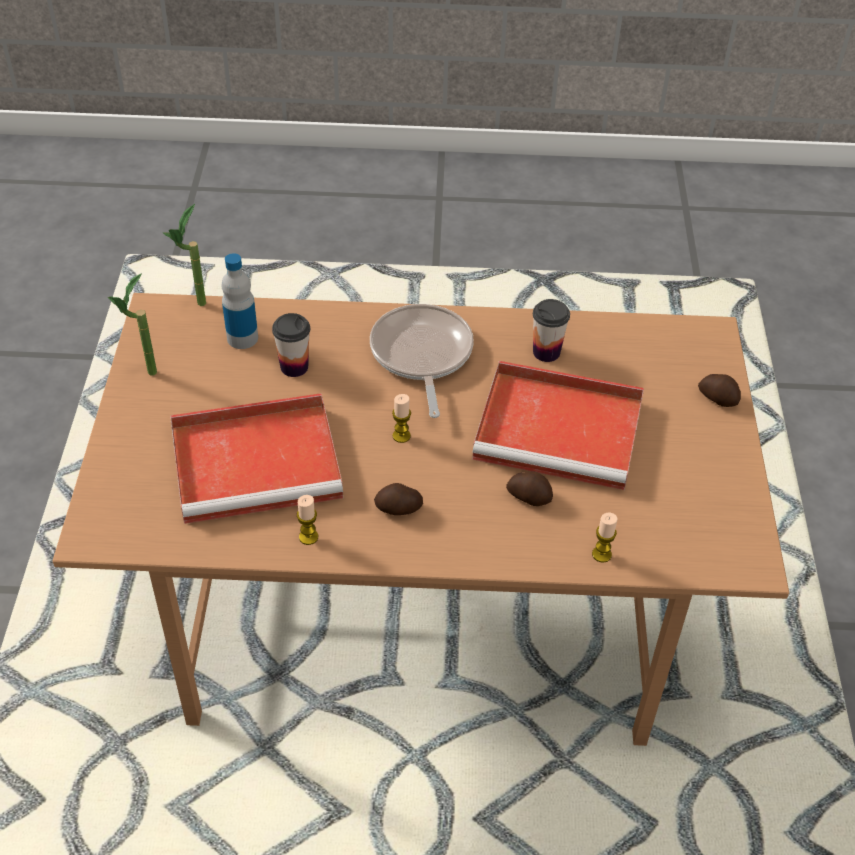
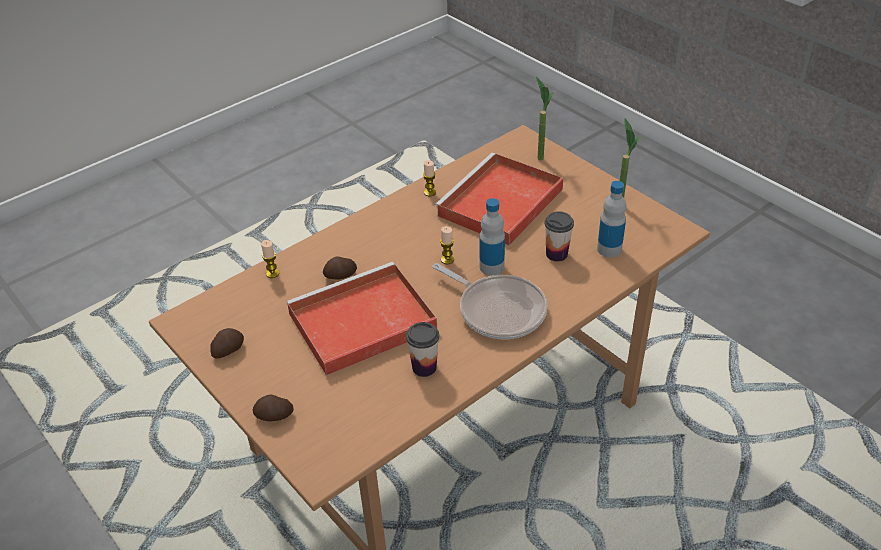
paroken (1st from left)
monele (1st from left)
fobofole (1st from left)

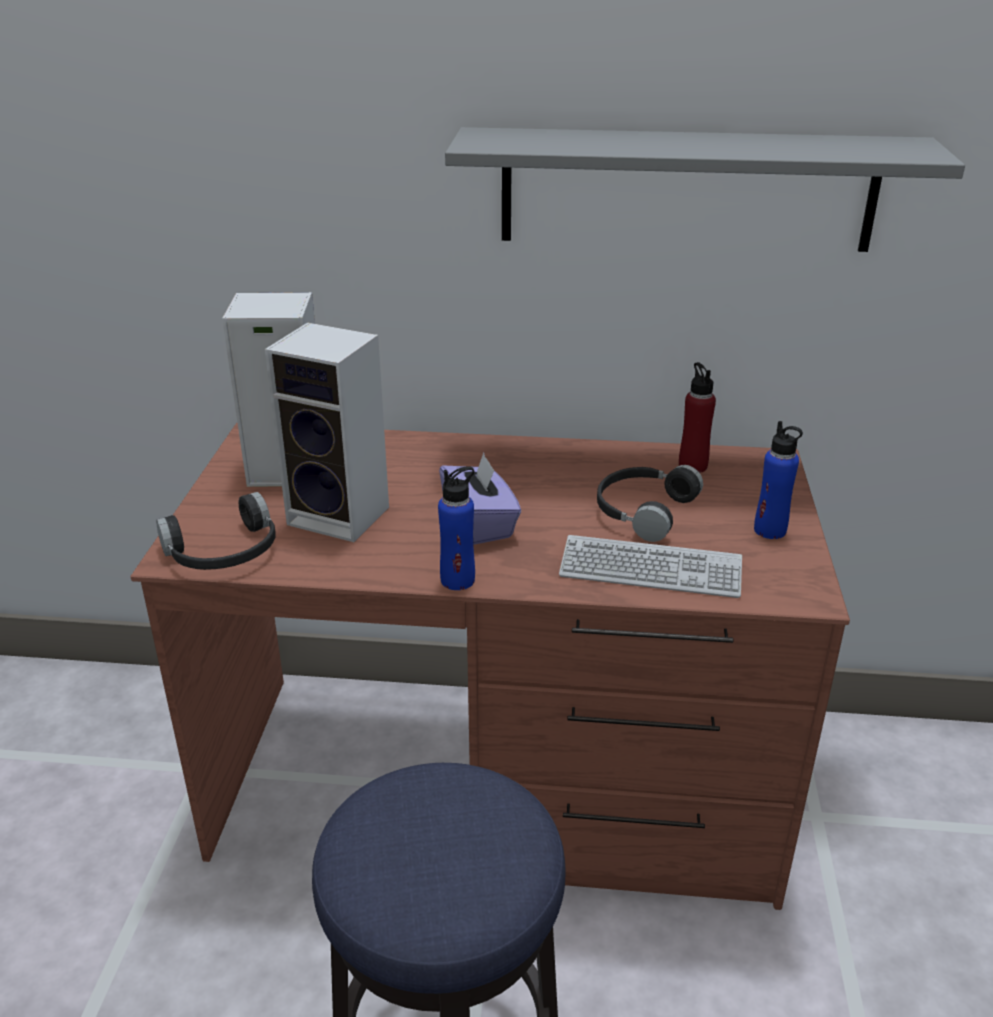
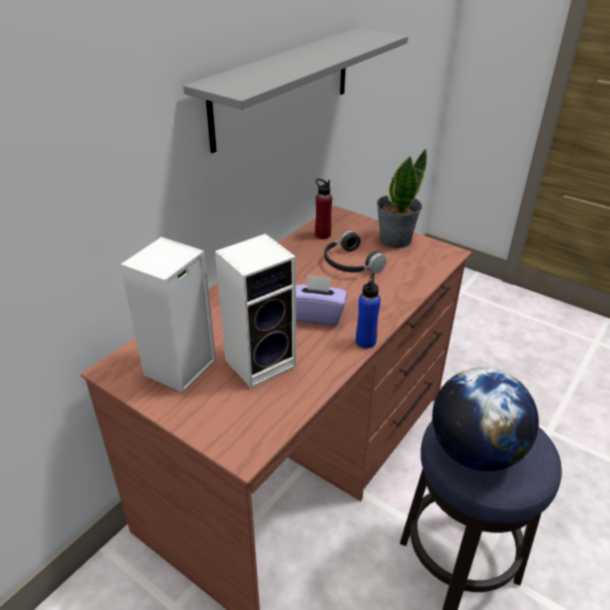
fobofole
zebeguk
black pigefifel (1st from left in the first image)
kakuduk

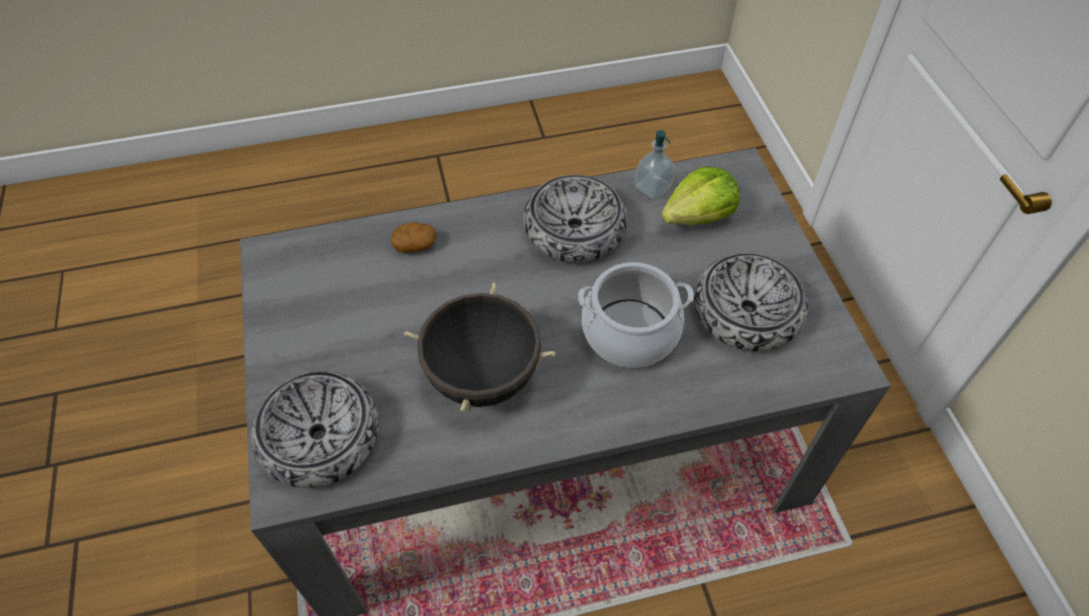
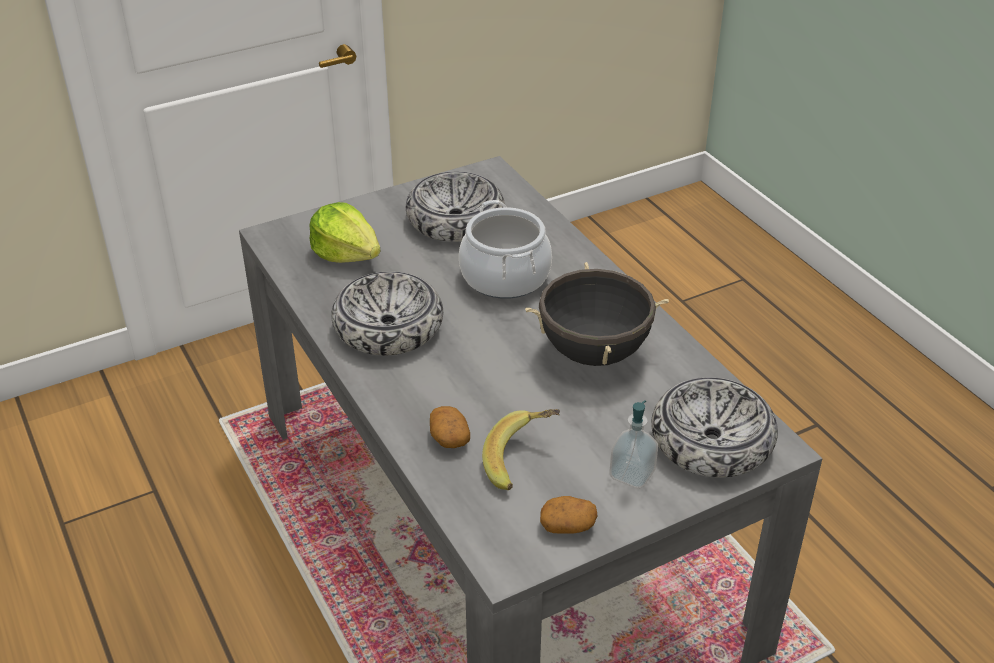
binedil
paroken (2nd from left)
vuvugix

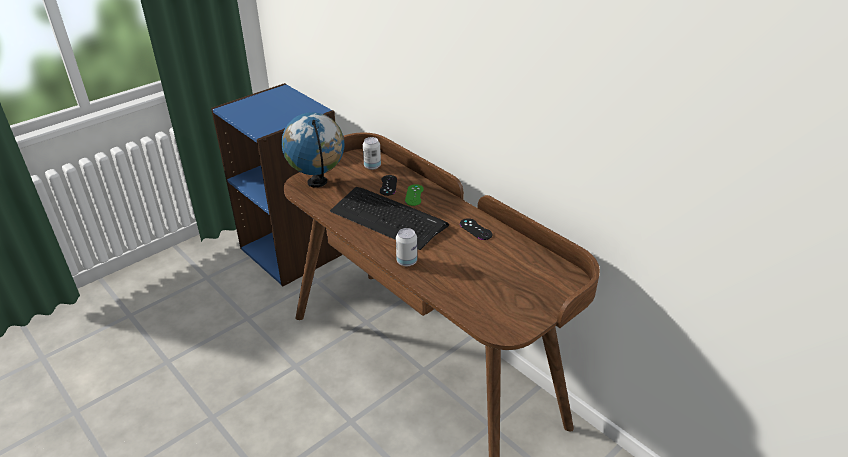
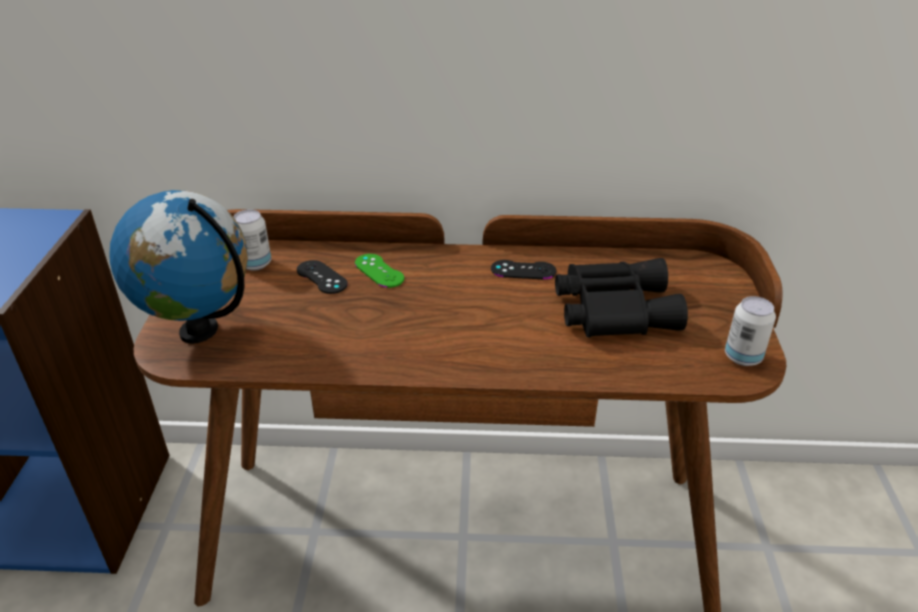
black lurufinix
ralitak (2nd from left)
kakuduk

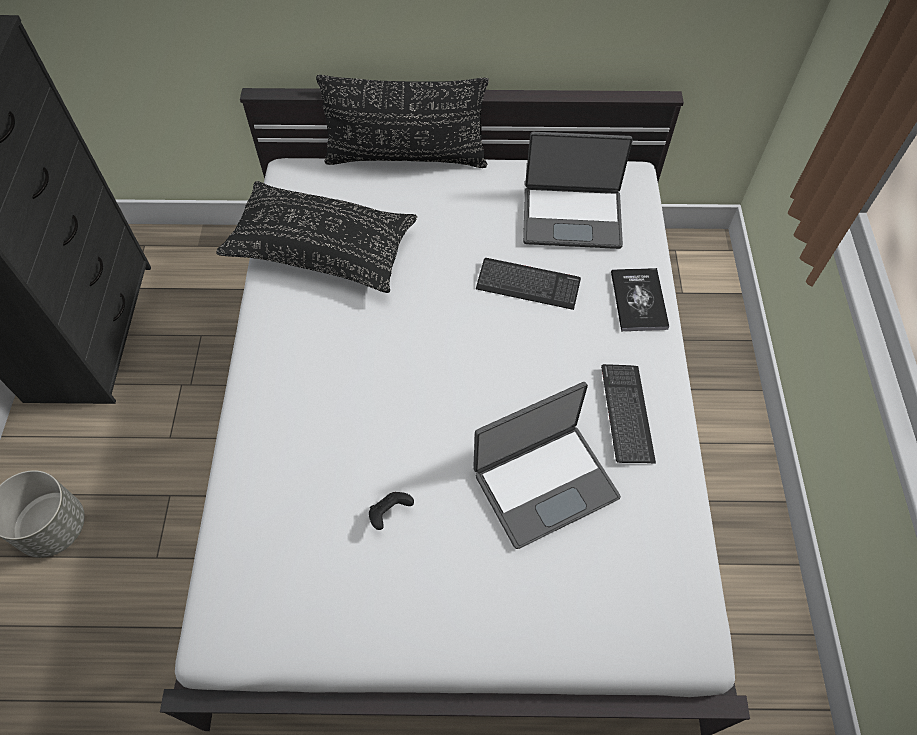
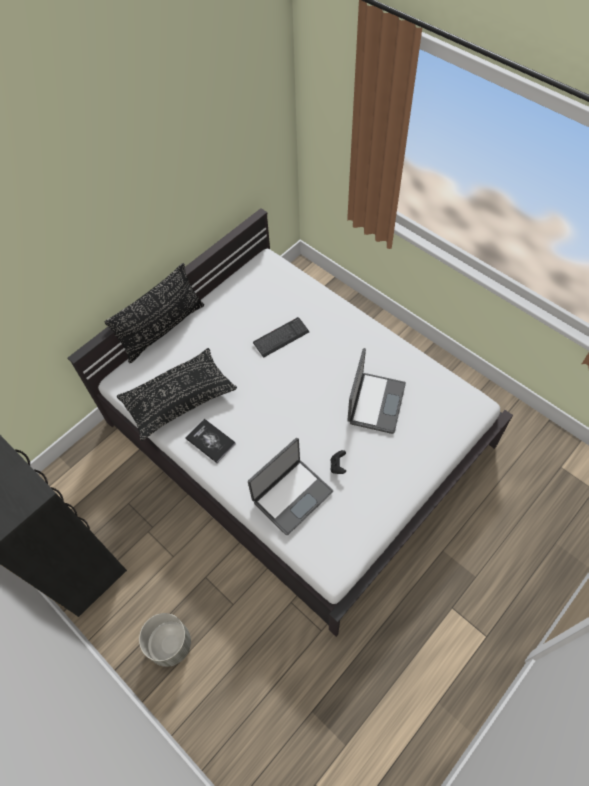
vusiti
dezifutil (1st from left)
kakuduk (2nd from left in the first image)

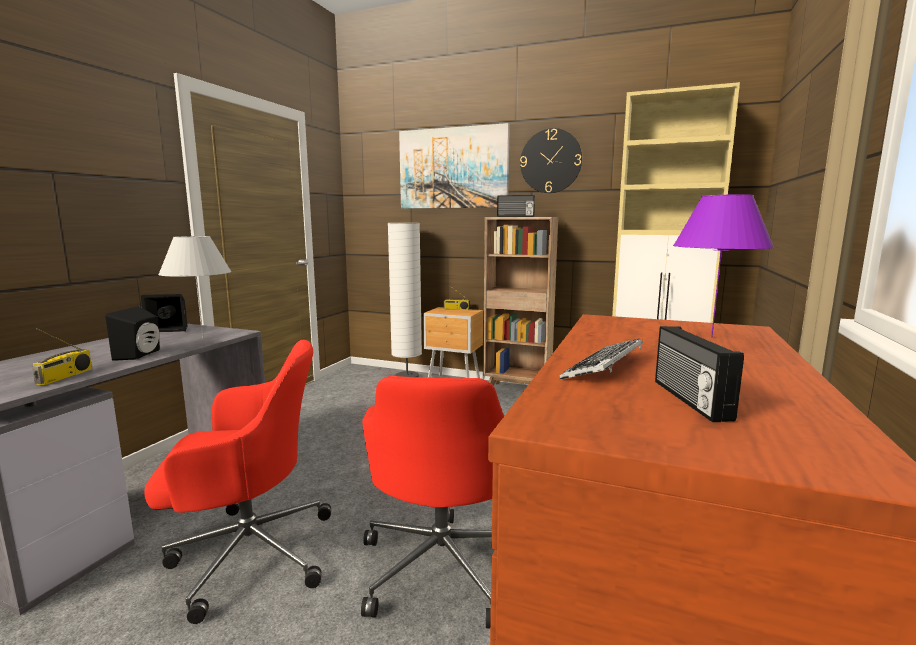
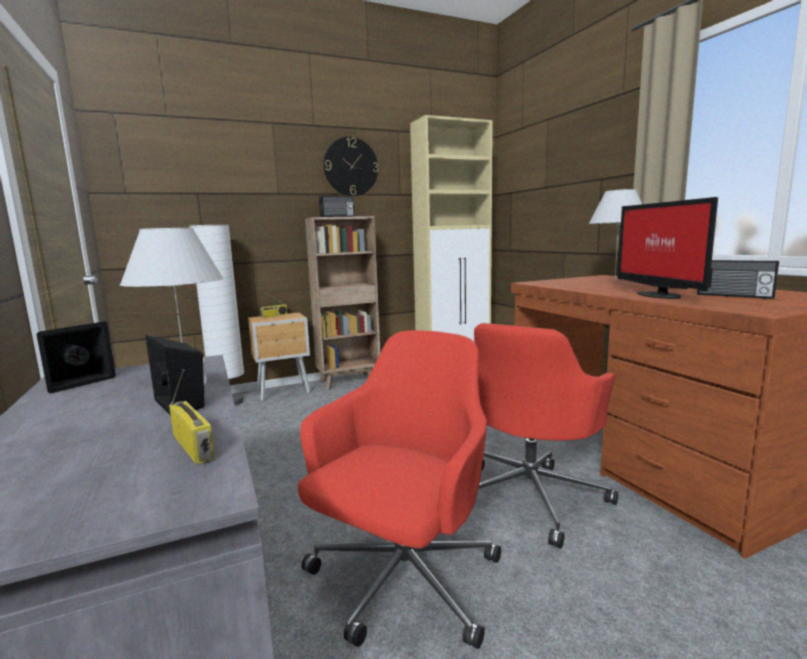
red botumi (2nd from left)
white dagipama (2nd from left)
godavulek
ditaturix

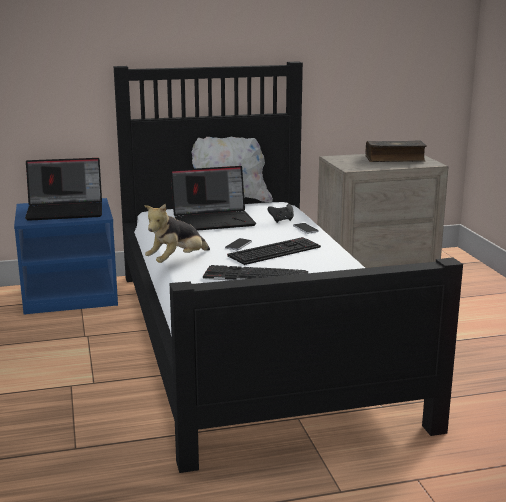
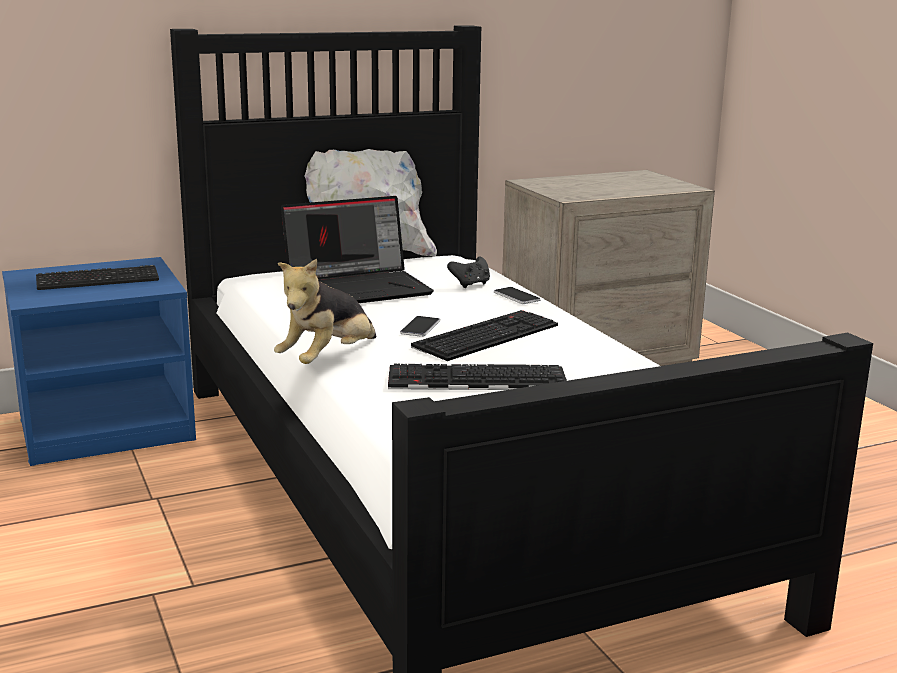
kakuduk (1st from left)
vusiti

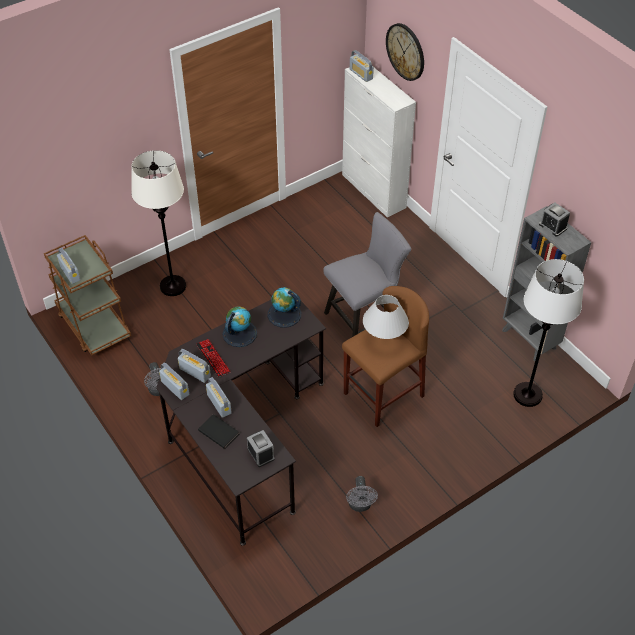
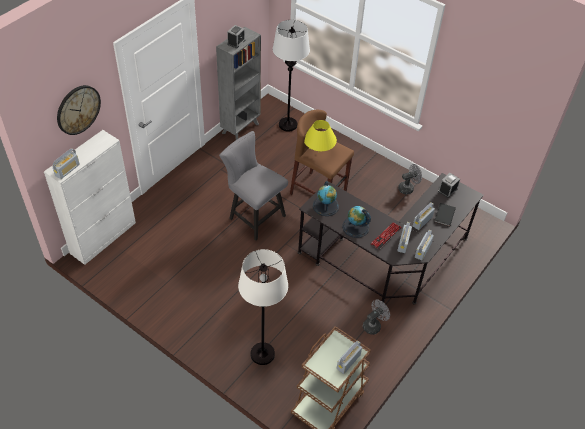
yellow dagipama

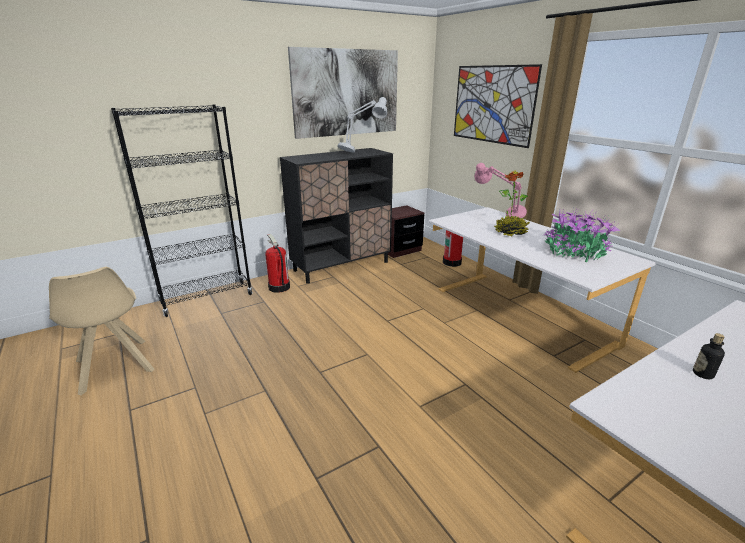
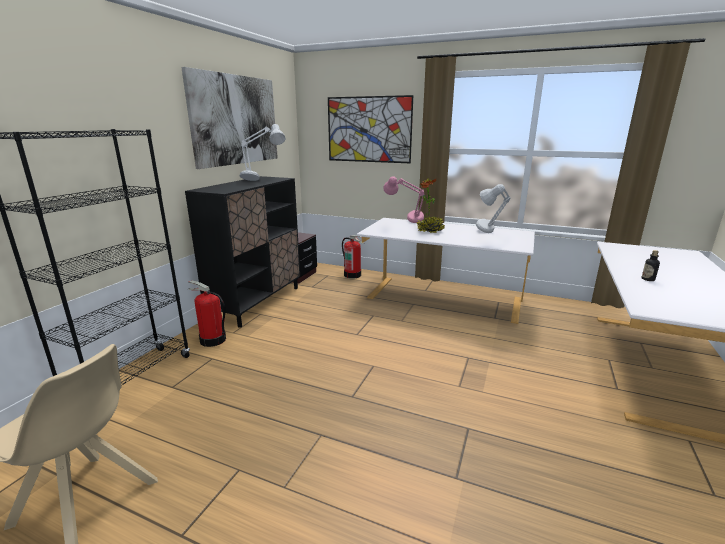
grey dagipama (2nd from left)

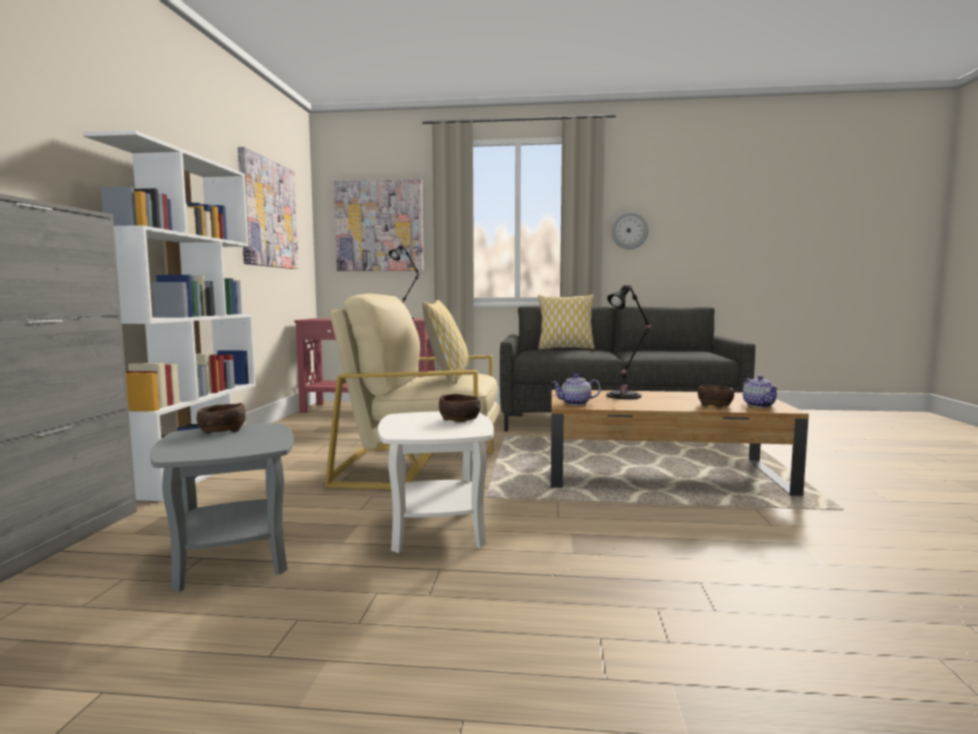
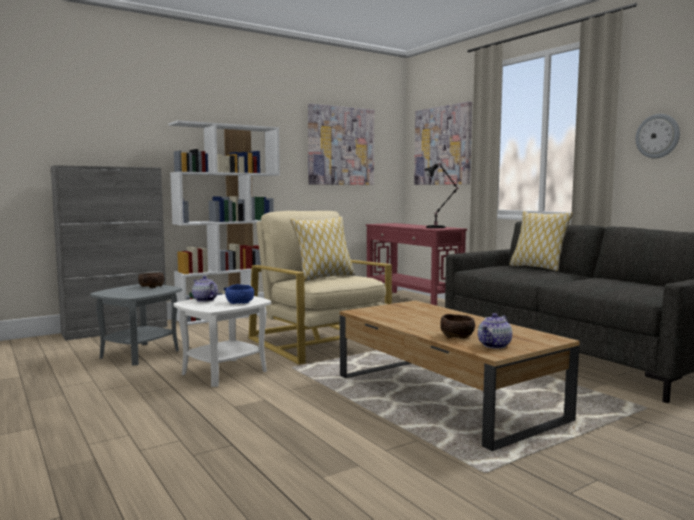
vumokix (1st from left)
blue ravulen
black dagipama (2nd from left in the first image)

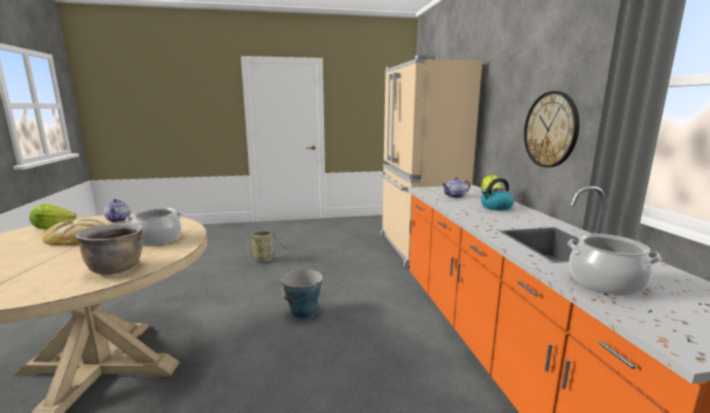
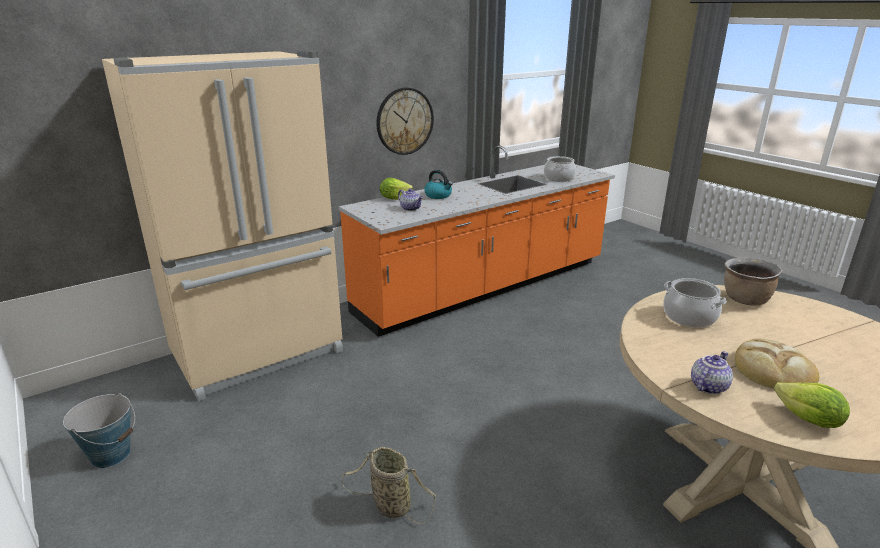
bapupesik

